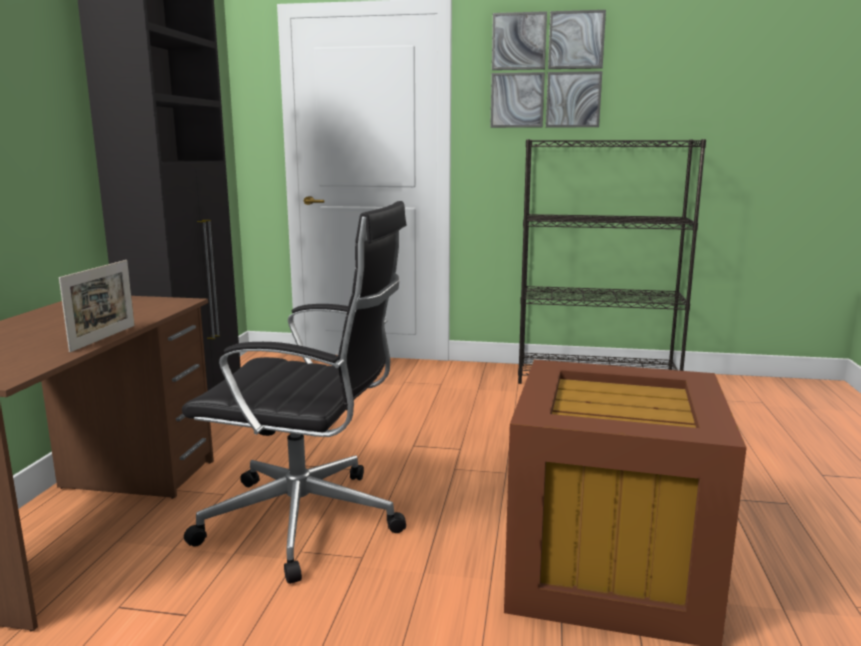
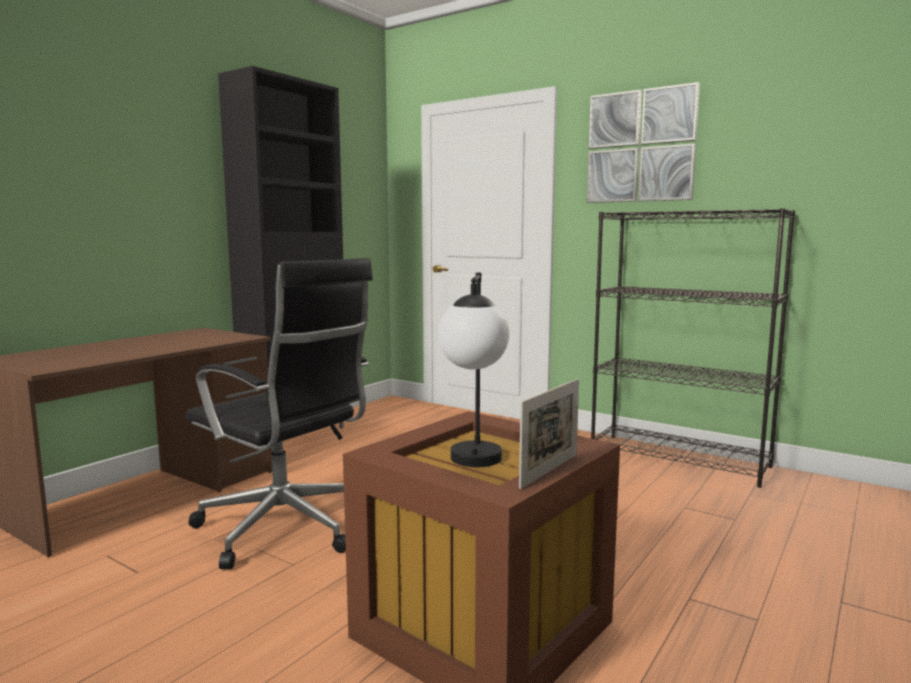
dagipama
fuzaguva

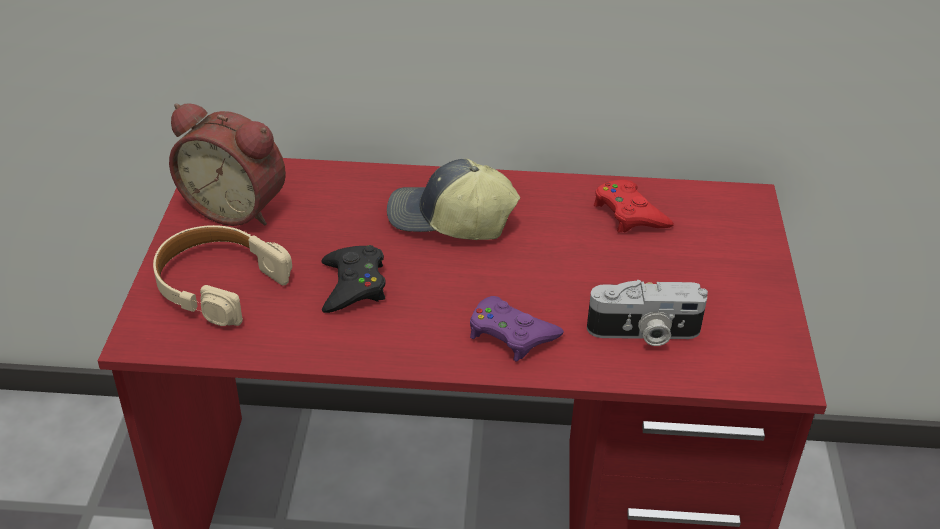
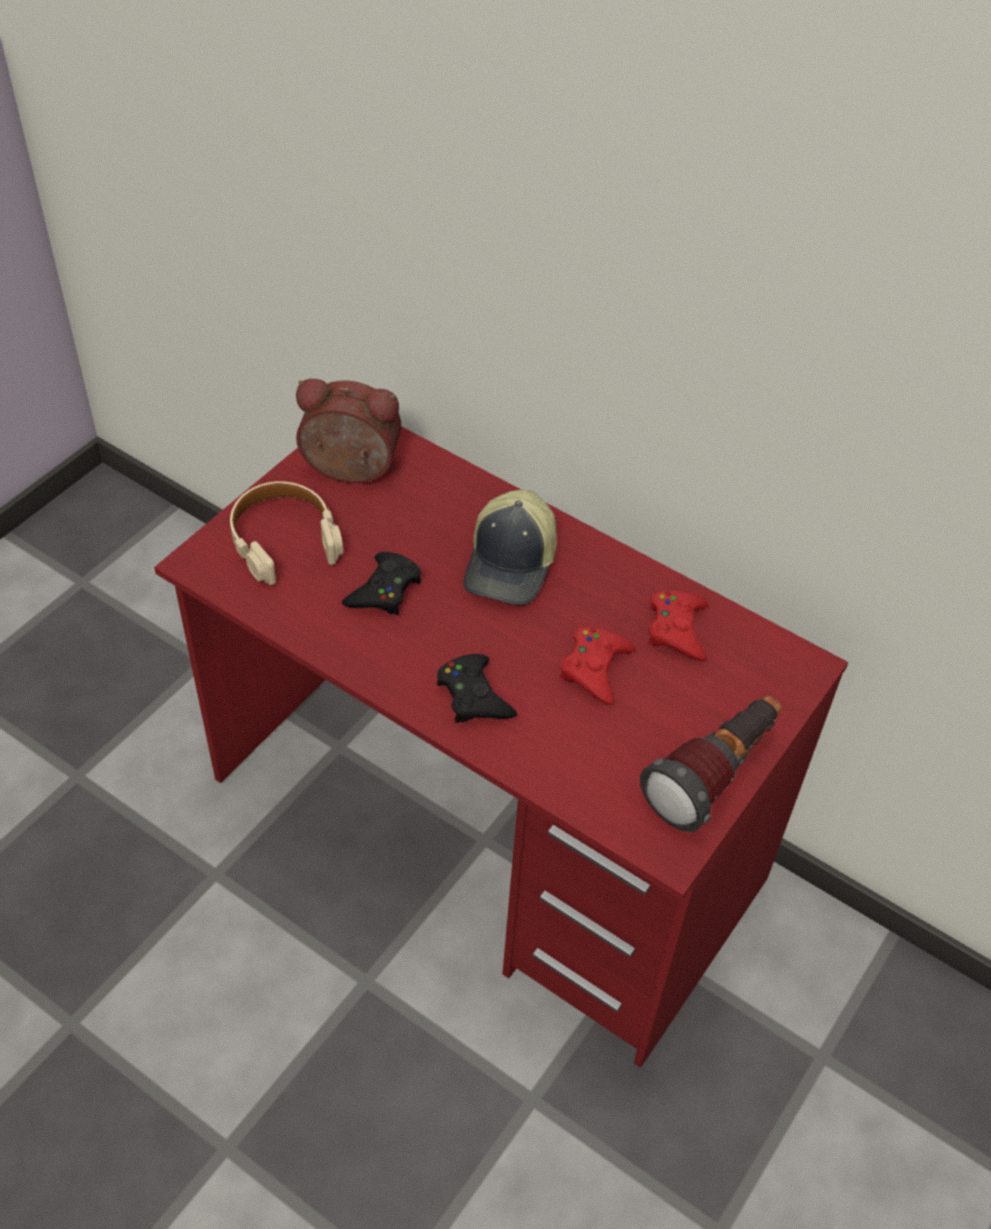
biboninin
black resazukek (2nd from left)
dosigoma
red resazukek (1st from left)
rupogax
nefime

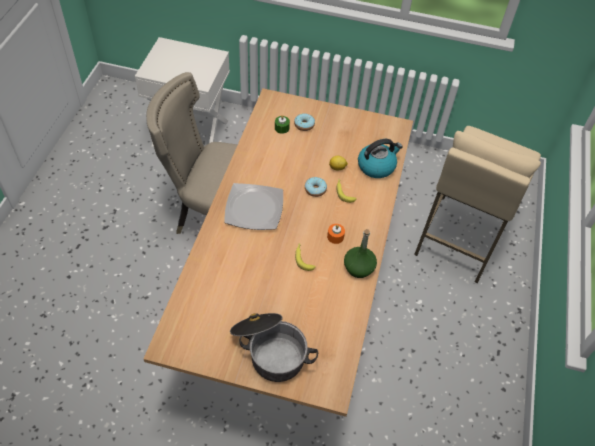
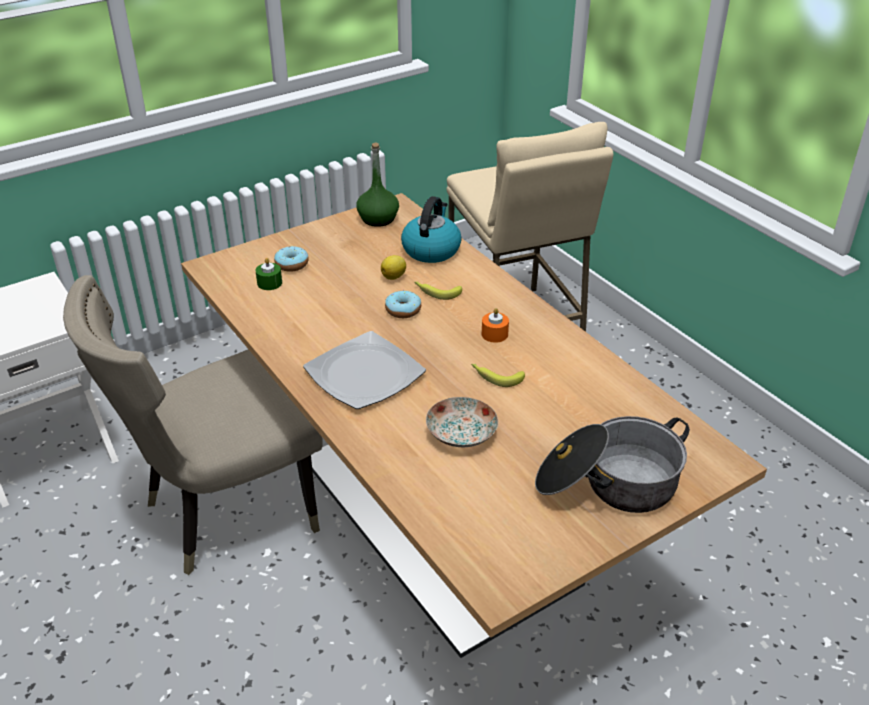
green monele
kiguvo (2nd from left)

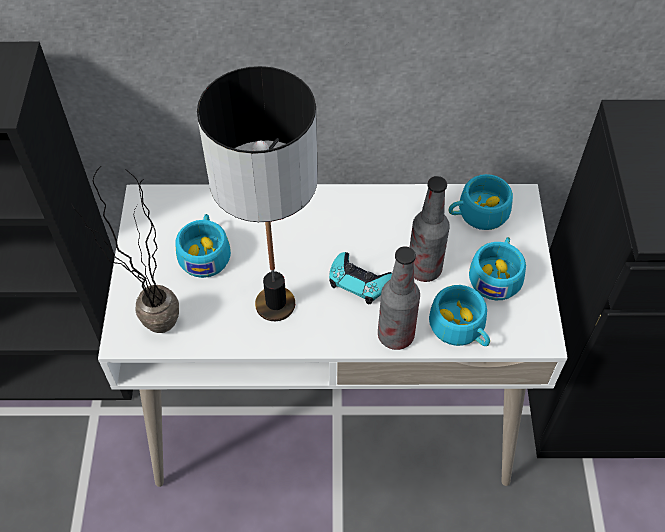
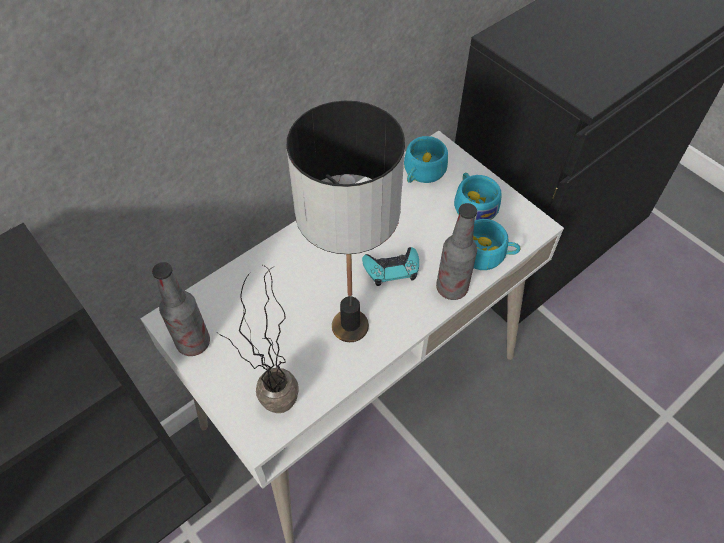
monele (1st from left)
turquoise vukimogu (1st from left in the first image)

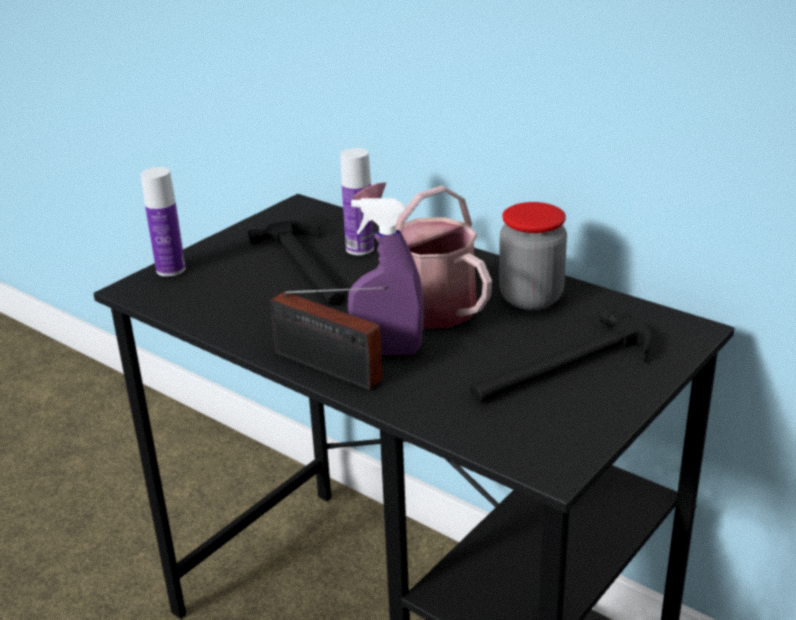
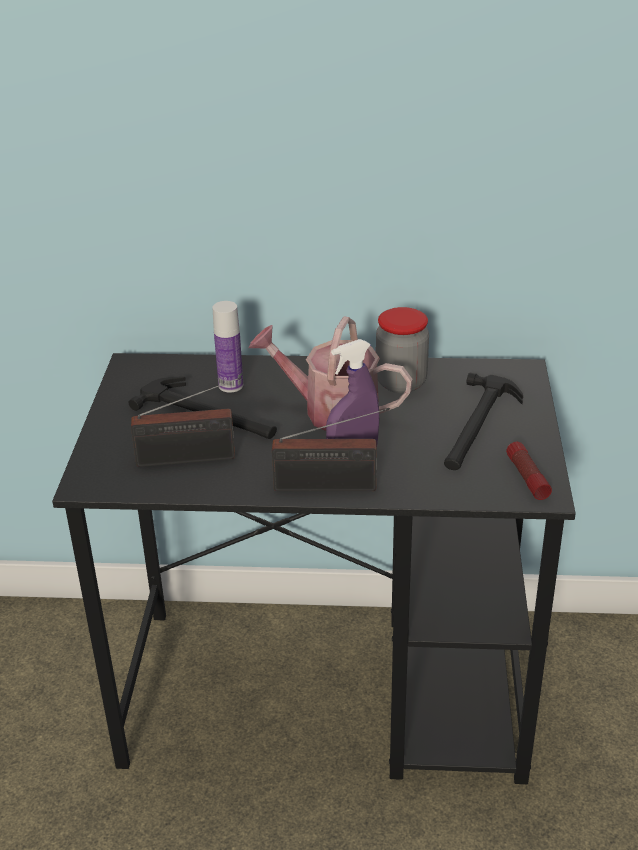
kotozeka (1st from left)
rupogax
monele (1st from left in the first image)

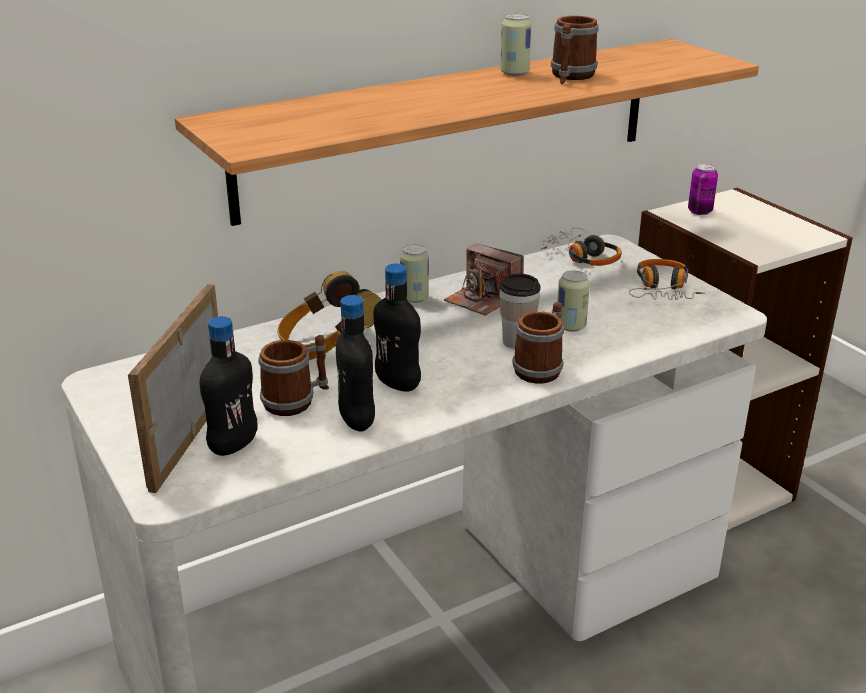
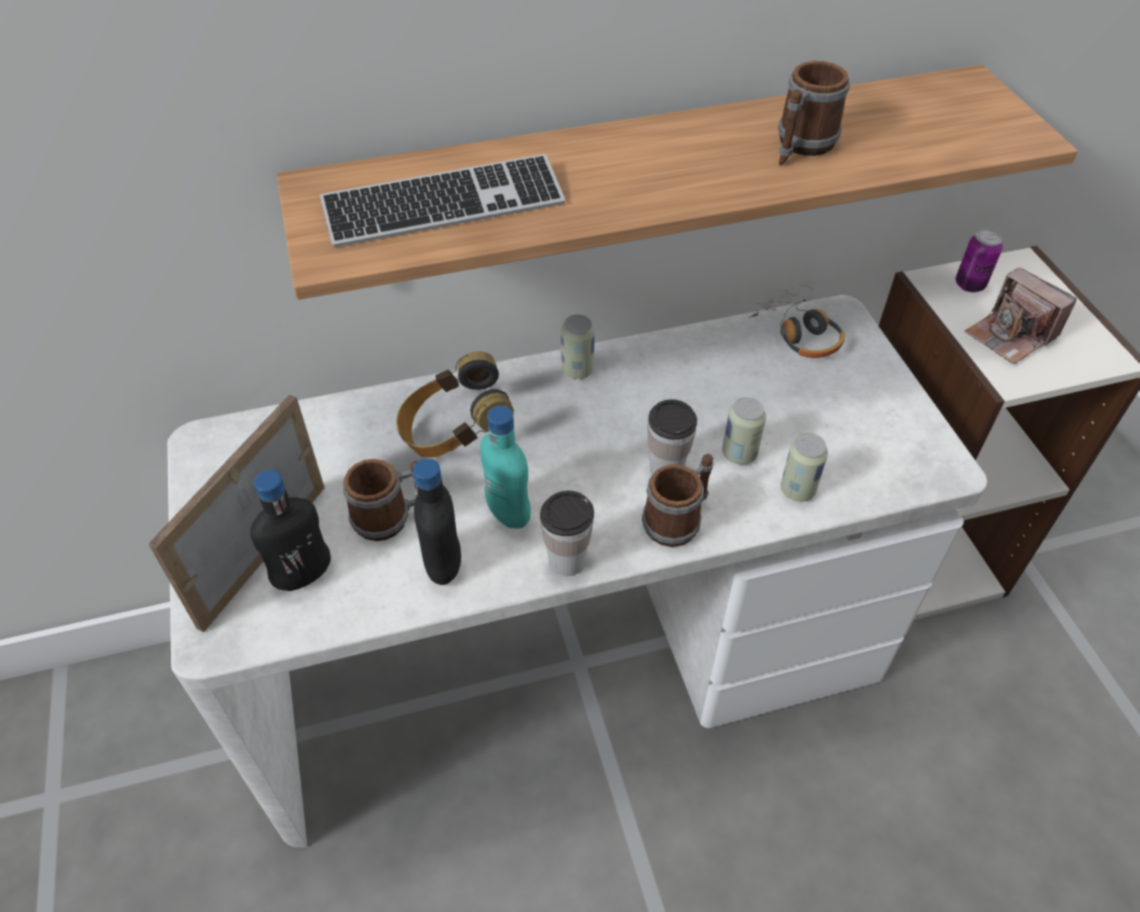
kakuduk
turquoise monele
vukimogu (1st from left)
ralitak (3rd from left)
nefime
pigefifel (3rd from left in the first image)

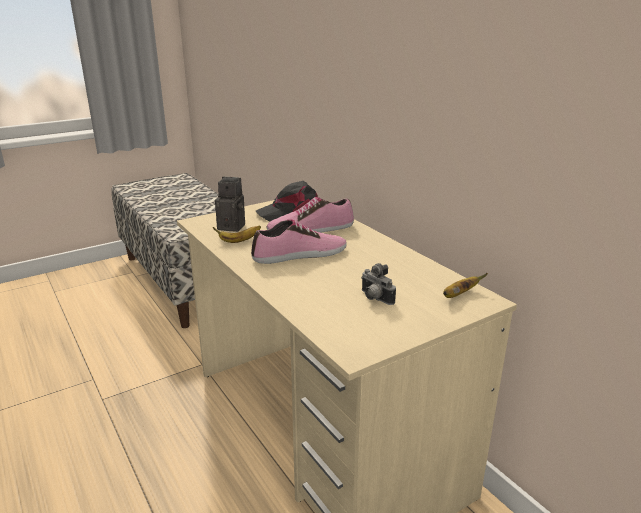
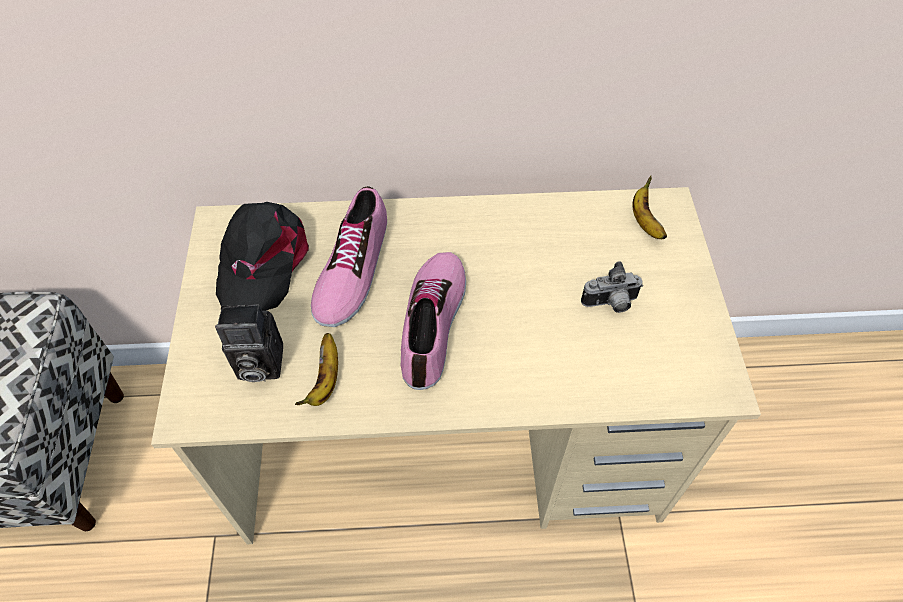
nefime (1st from left)

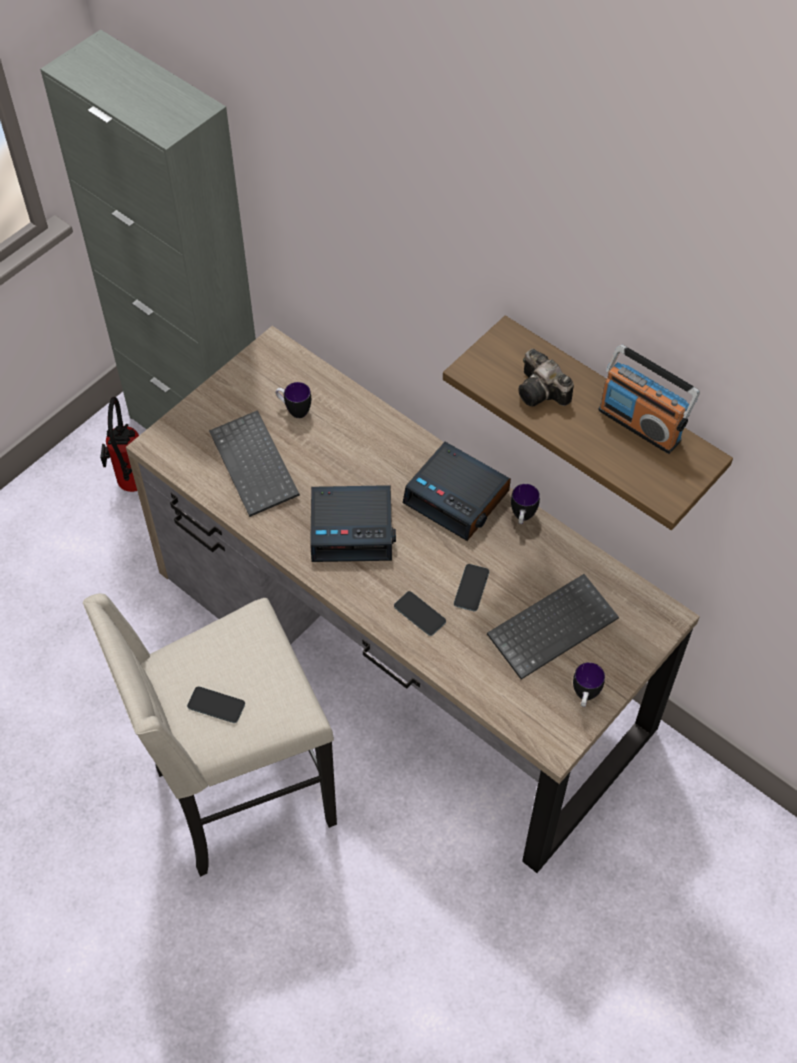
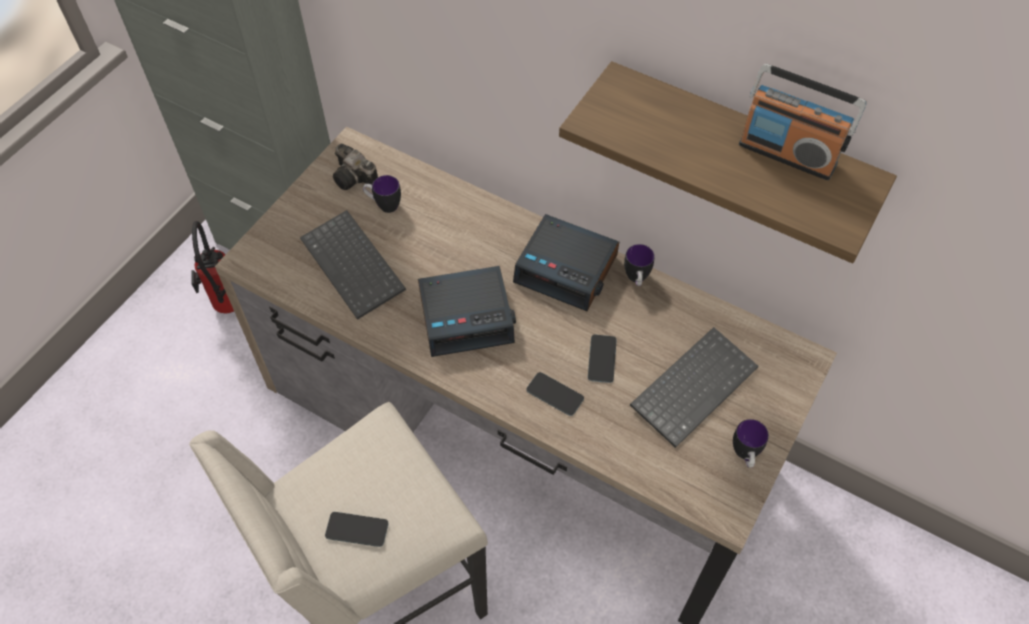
nefime

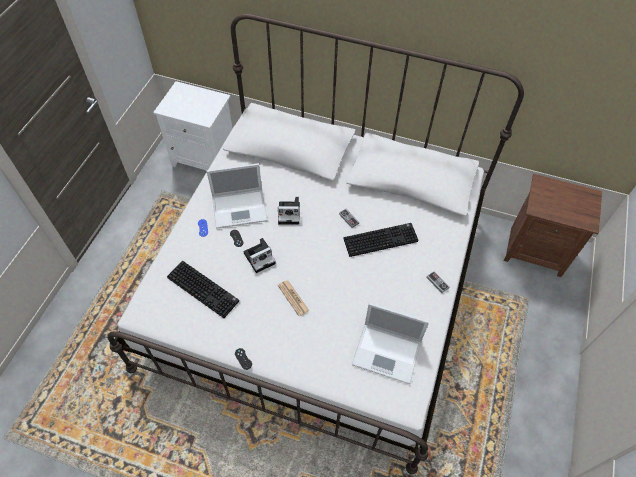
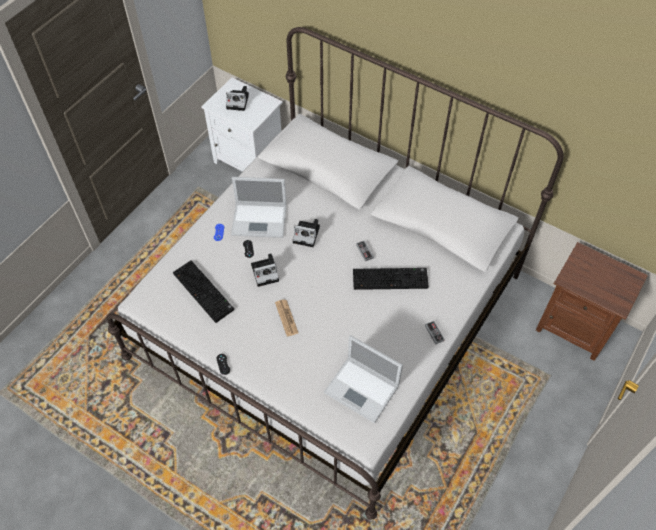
nefime (1st from left)

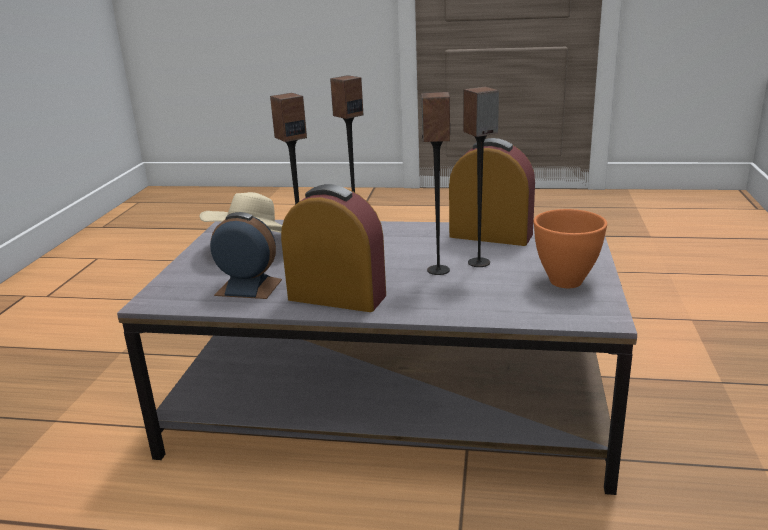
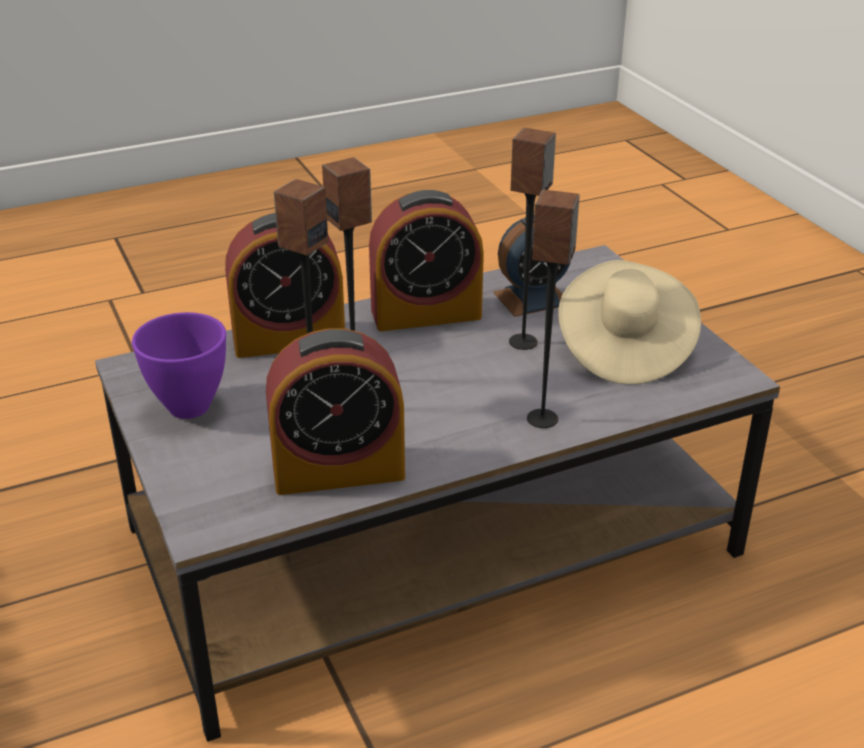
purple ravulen
biboninin (1st from left)

